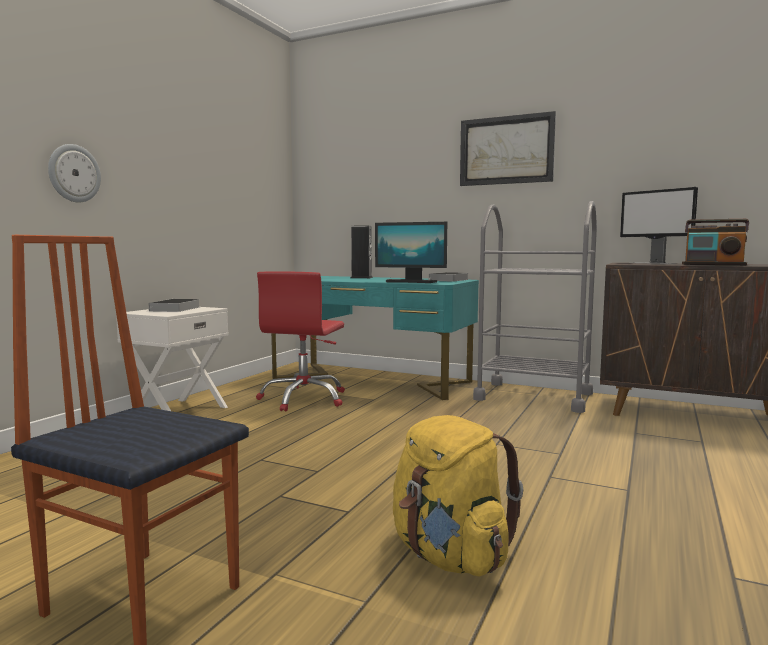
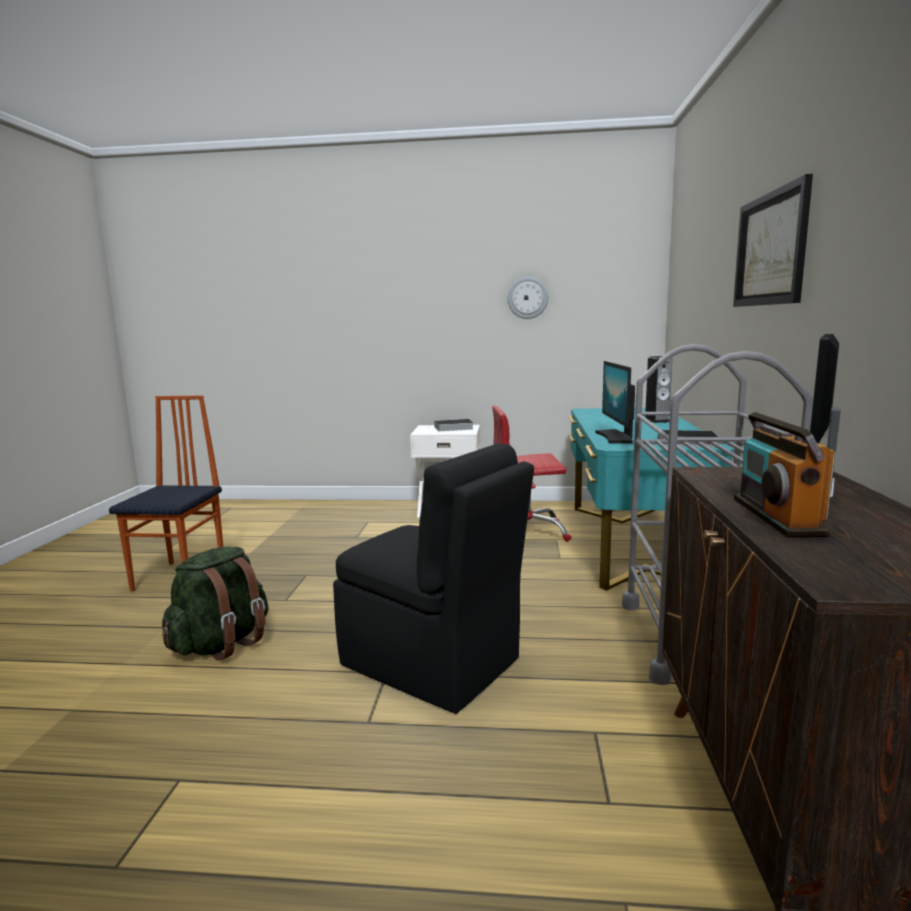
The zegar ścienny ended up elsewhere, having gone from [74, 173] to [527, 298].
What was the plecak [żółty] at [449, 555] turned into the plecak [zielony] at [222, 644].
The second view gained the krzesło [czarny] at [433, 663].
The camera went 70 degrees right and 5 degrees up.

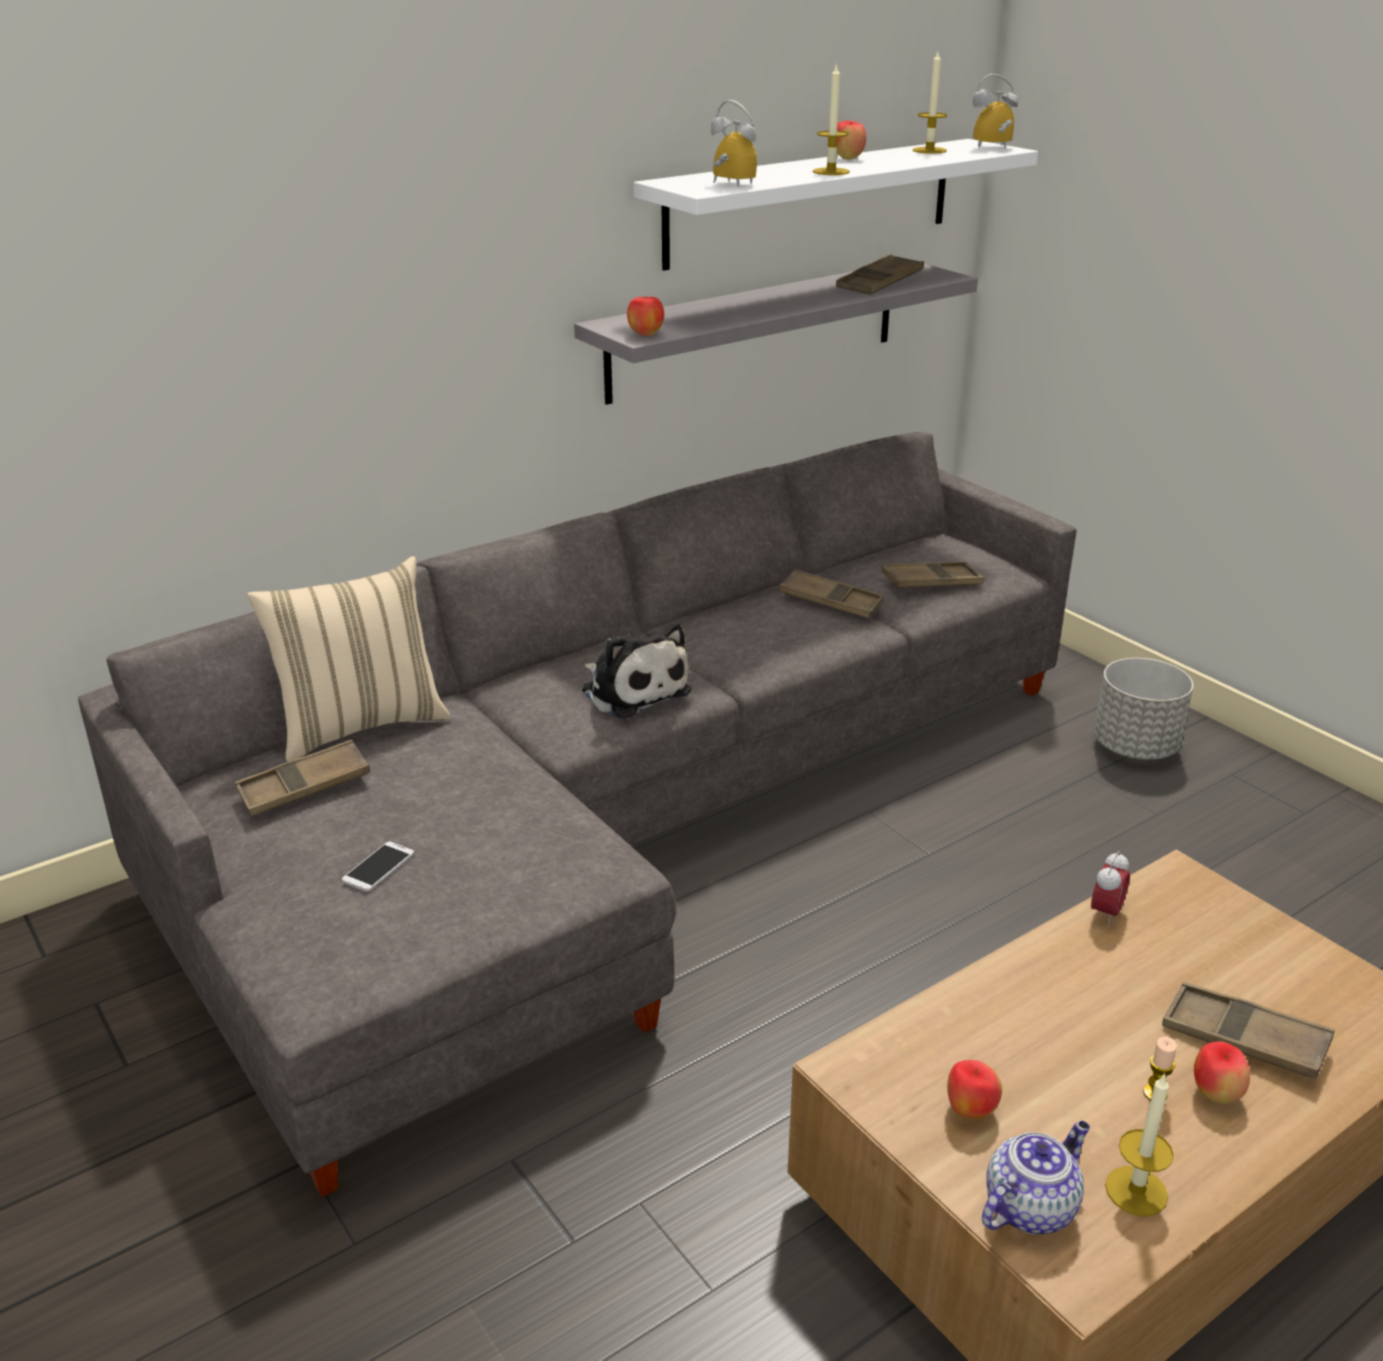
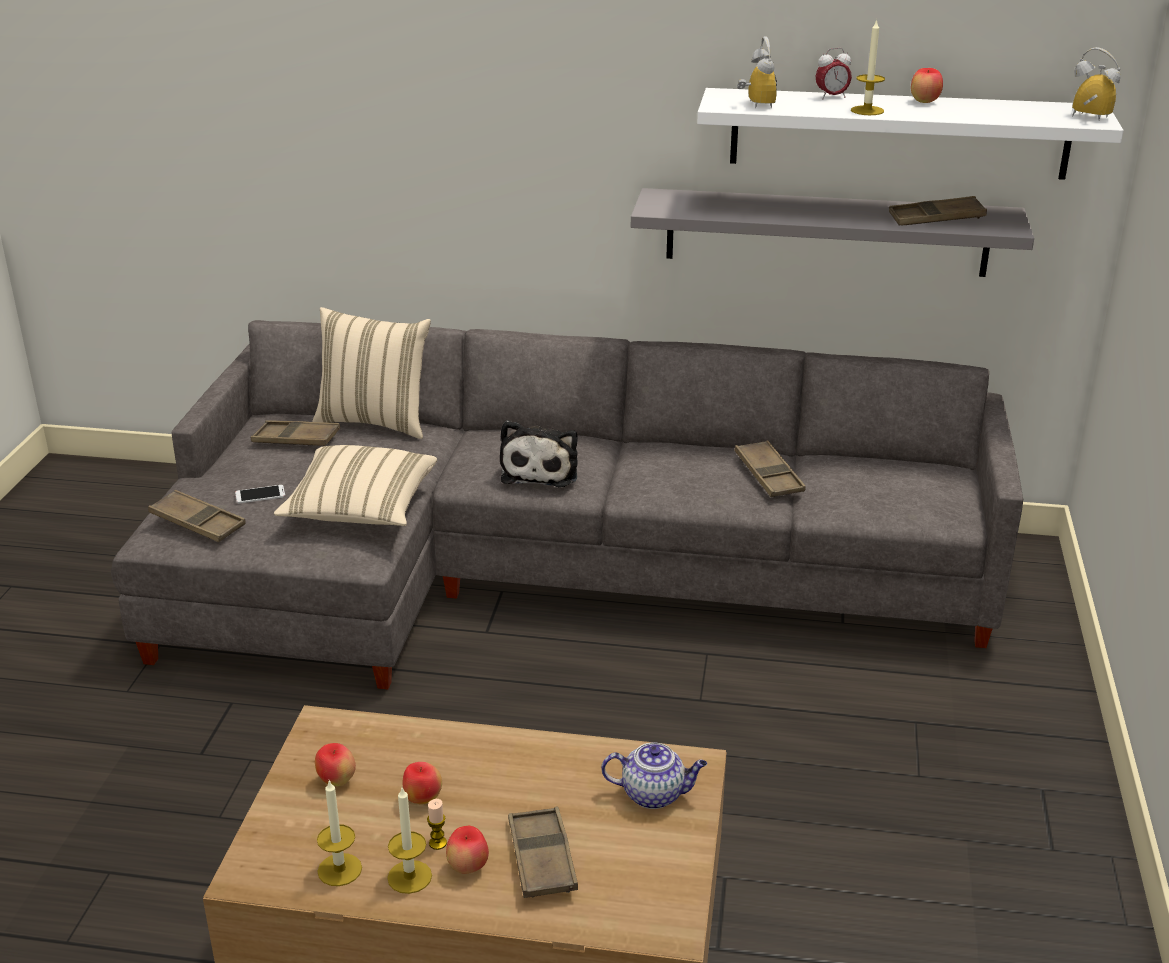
The jabłko ended up elsewhere, having gone from [646, 335] to [422, 799].
The taca [brązowy] ended up elsewhere, having gone from [931, 582] to [197, 522].
The świeca ended up elsewhere, having gone from [929, 150] to [409, 877].
The imbryk ended up elsewhere, having gone from [1030, 1206] to [654, 794].
The budzik ended up elsewhere, having gone from [1105, 913] to [831, 97].
The second view lost the donica [szary] at [1135, 747].
The second view gained the poduszka [beżowy] at [360, 510].
The camera went 45 degrees right and 0 degrees up.

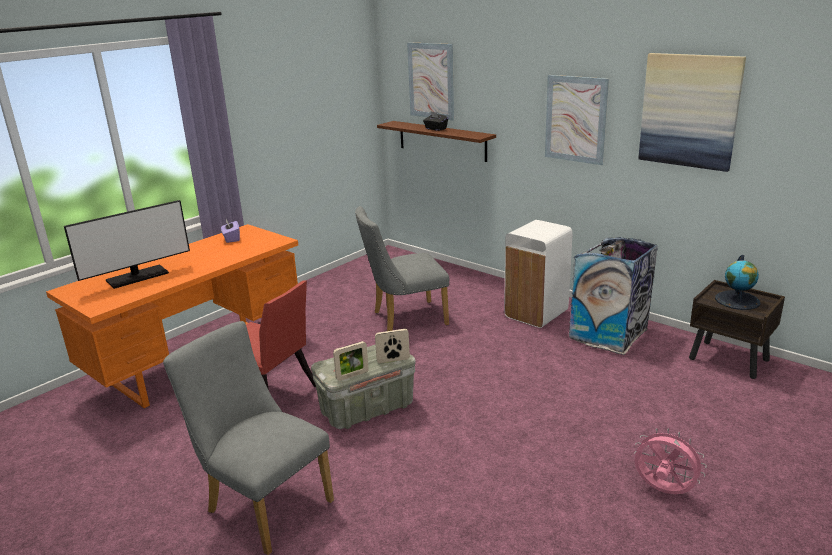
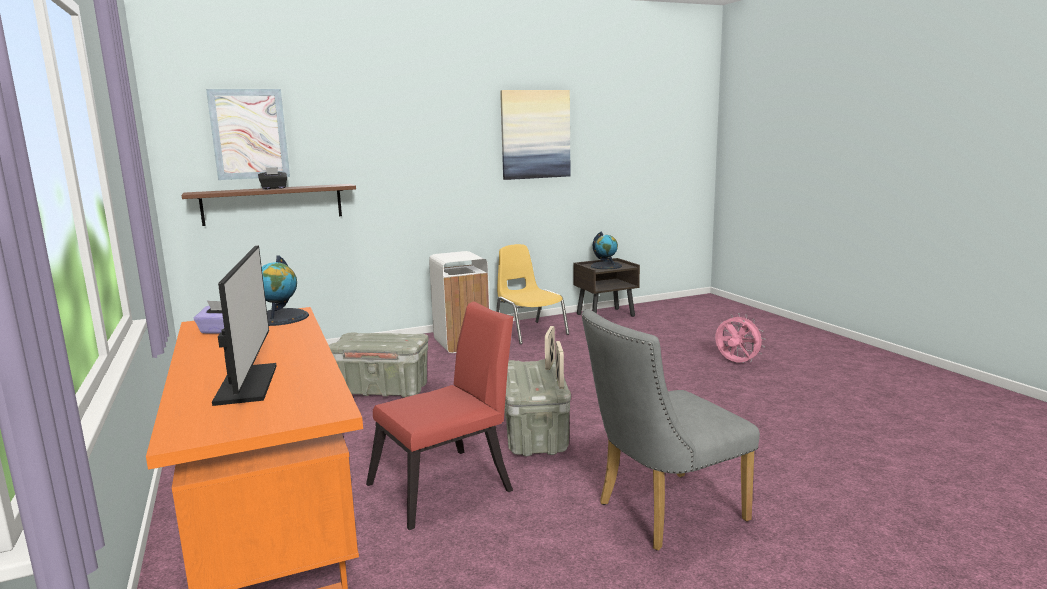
Where the krzesło [szary] stood at [404, 319], the pojemnik do przechowywania [szary] came to stand at [382, 390].
The second view lost the obraz at [575, 119].
Where the kosz na śmieci stood at [609, 334], the krzesło [żółty] came to stand at [529, 332].
The wentylator [różowy] at [663, 491] ended up facing another way, 75 degrees clockwise from before.
The second view gained the globus at [280, 318].
The camera went 65 degrees left and 10 degrees down.

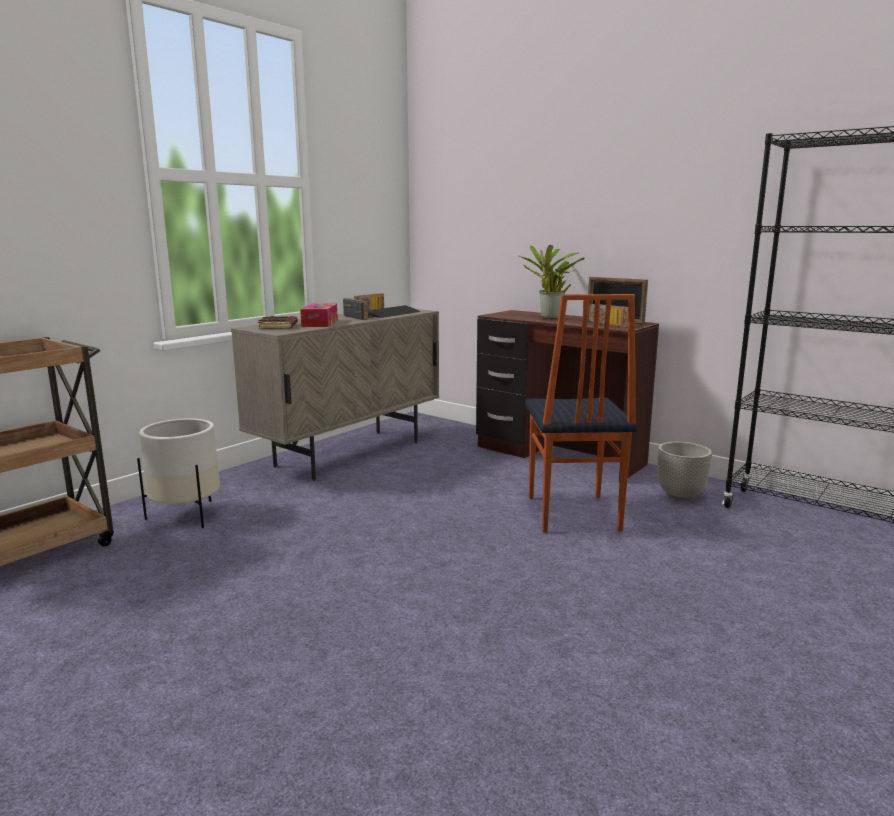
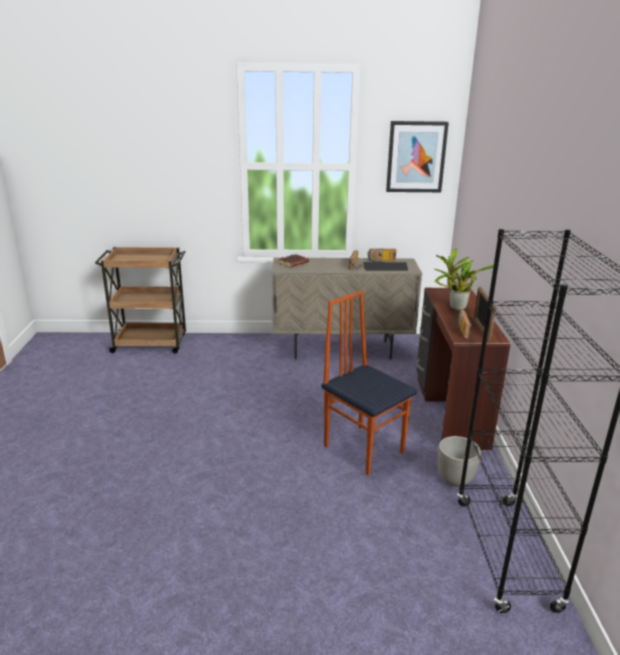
The second view lost the donica [biały] at [186, 515].
The second view lost the pudełko chusteczek at [320, 323].
The krzesło at [571, 513] ended up facing another way, 90 degrees clockwise from before.
The second view gained the obraz at [416, 157].
The camera went 50 degrees right and 10 degrees up.

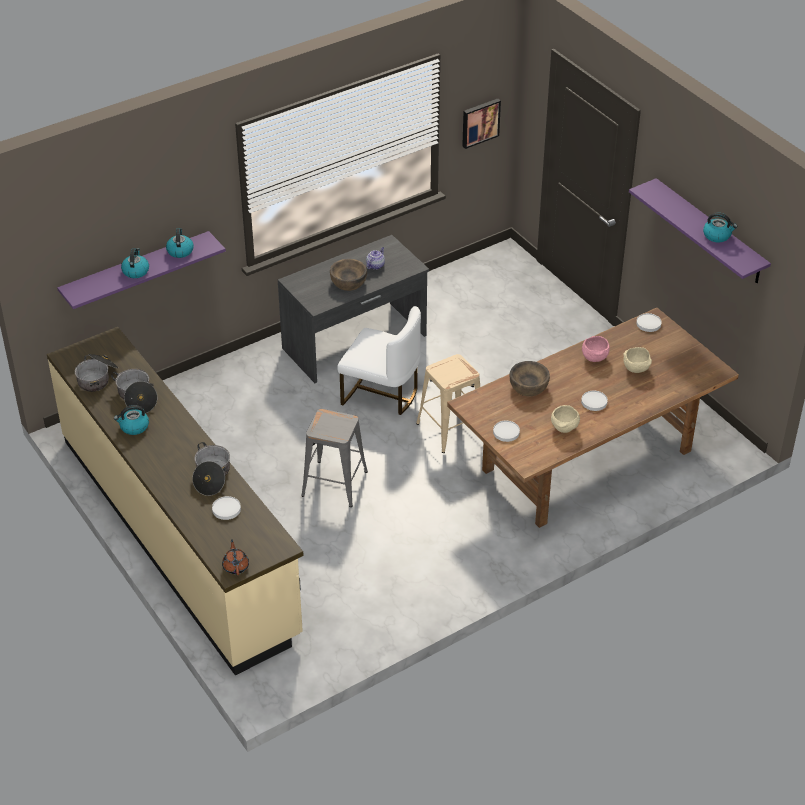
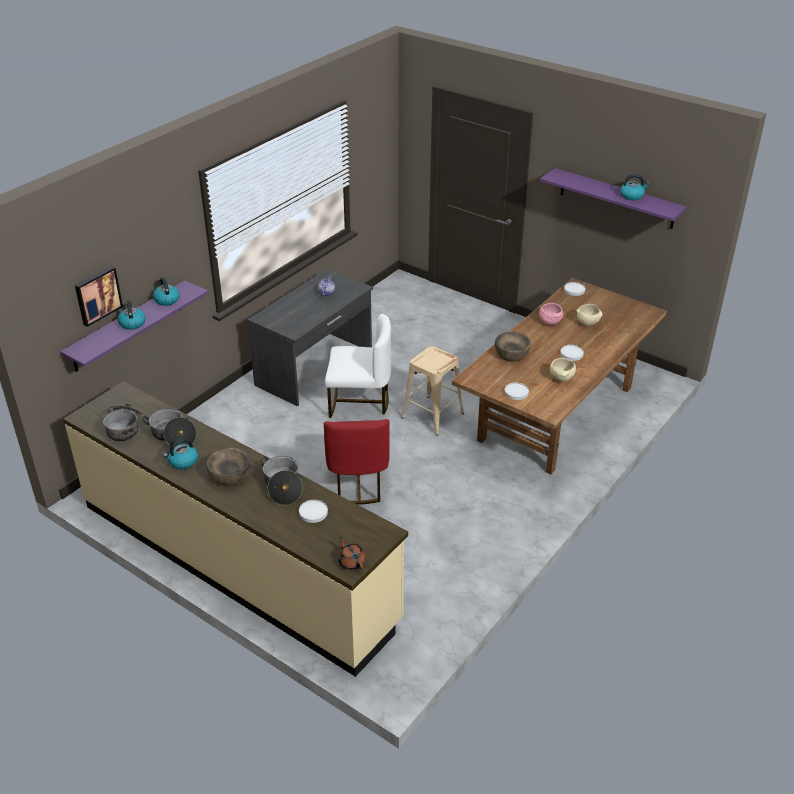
Where the stołek [szary] stood at [334, 484], the krzesło [czerwony] came to stand at [358, 482].
The miska [brązowy] ended up elsewhere, having gone from [348, 282] to [230, 475].
The obraz ended up elsewhere, having gone from [480, 122] to [97, 295].
The camera went 20 degrees left and 5 degrees down.

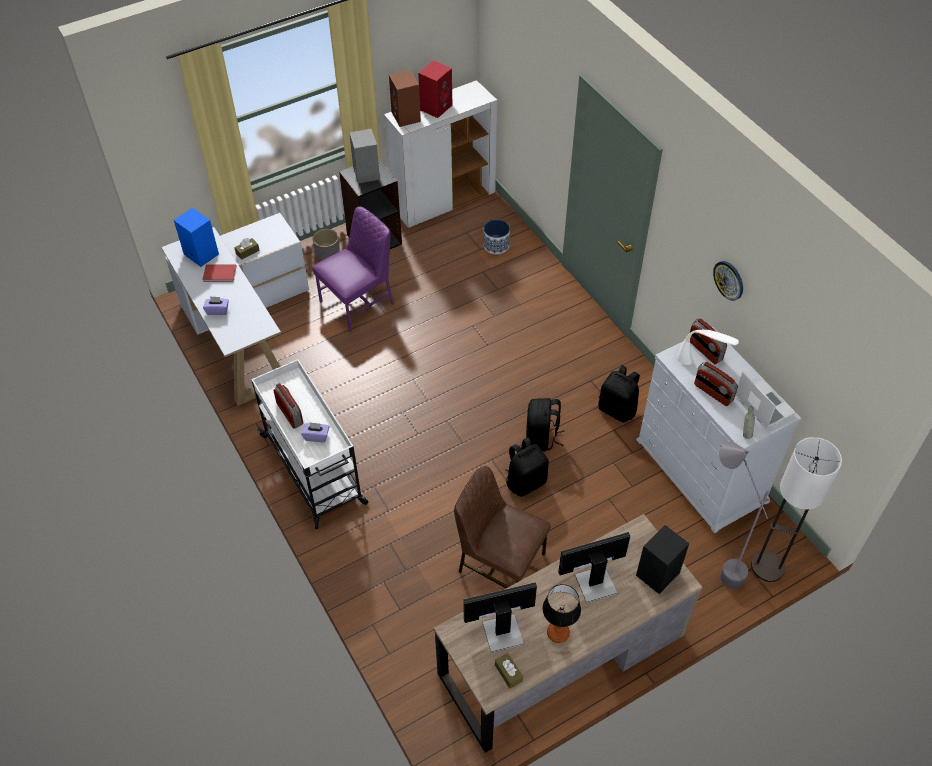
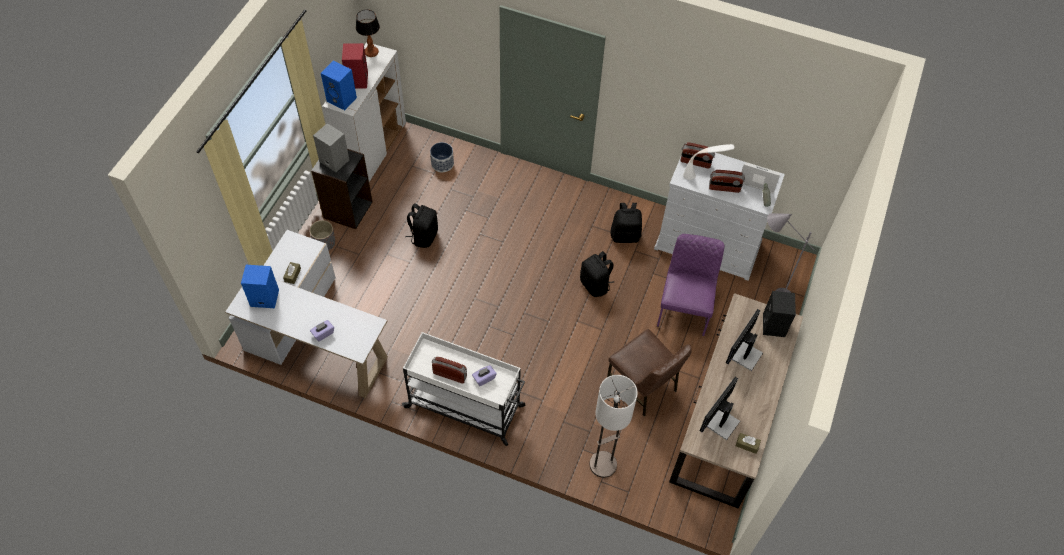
The second view lost the książka [czerwony] at [220, 275].
The krzesło [fioletowy] ended up elsewhere, having gone from [358, 302] to [684, 309].
What was the głośnik [brązowy] at [406, 117] turned into the głośnik [niebieski] at [342, 99].
The krzesło [brązowy] at [500, 563] ended up facing another way, 120 degrees counterclockwise from before.
The plecak [czarny] ended up elsewhere, having gone from [525, 481] to [424, 236].
The lampa stołowa ended up elsewhere, having gone from [558, 633] to [371, 52].
The second view lost the zegar ścienny at [729, 280].
The lampa stojąca ended up elsewhere, having gone from [768, 566] to [603, 464].
The camera went 40 degrees left and 5 degrees up.

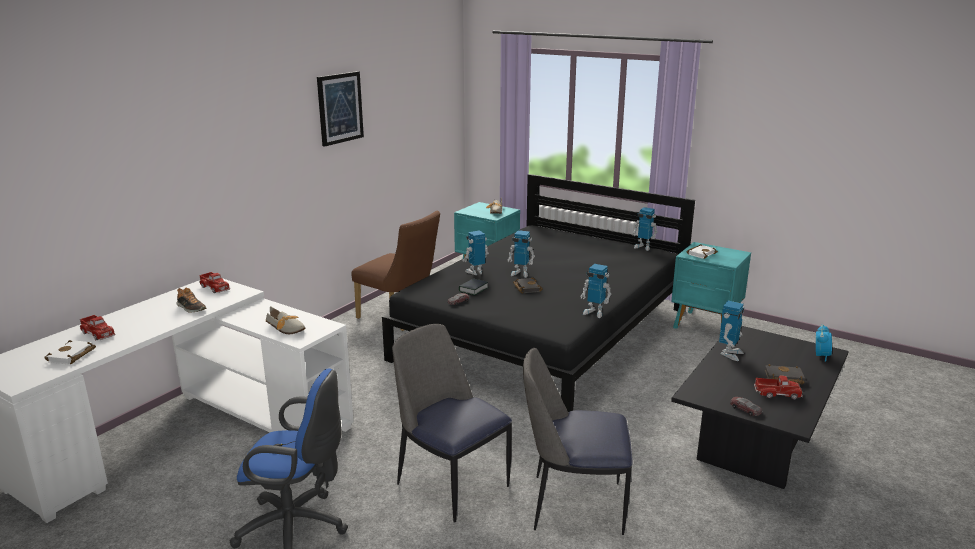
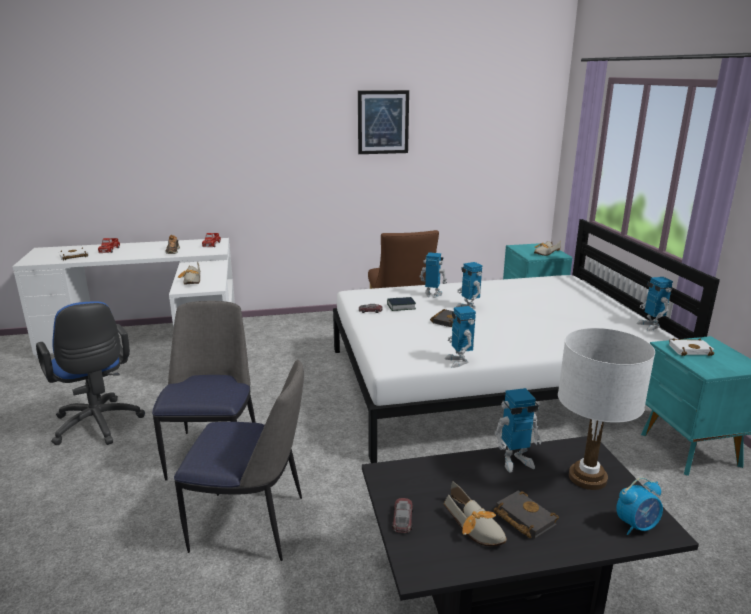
What was the łóżko [czarny] at [545, 334] turned into the łóżko [biały] at [491, 382].
The krzesło at [573, 504] ended up facing another way, 135 degrees clockwise from before.
Where the ciężarówka zabawkowa stood at [777, 393], the but came to stand at [475, 528].
The second view gained the lampa stołowa [biały] at [588, 478].
The camera went 45 degrees right and 0 degrees up.

